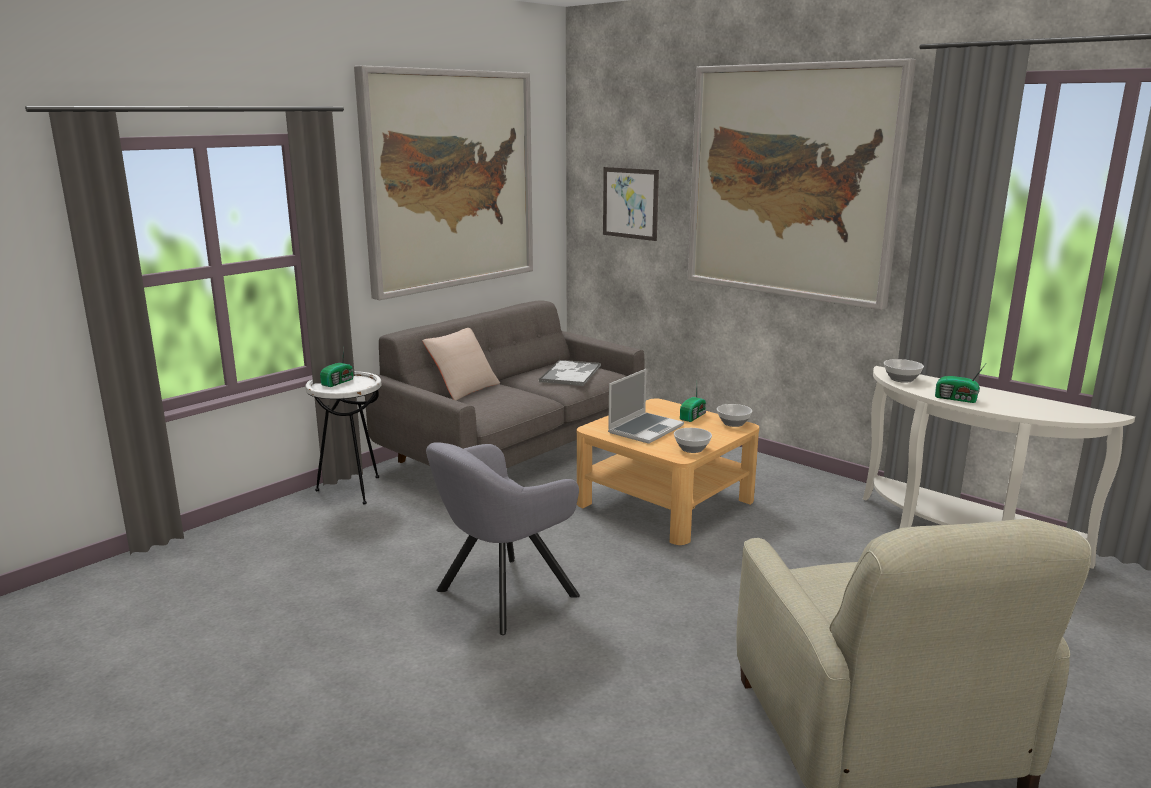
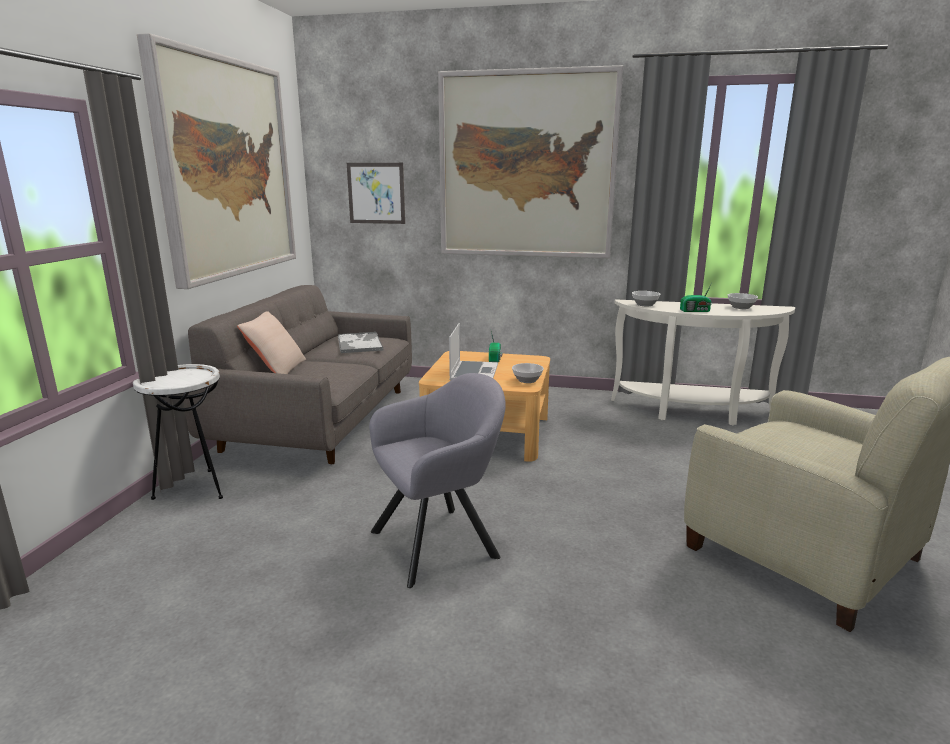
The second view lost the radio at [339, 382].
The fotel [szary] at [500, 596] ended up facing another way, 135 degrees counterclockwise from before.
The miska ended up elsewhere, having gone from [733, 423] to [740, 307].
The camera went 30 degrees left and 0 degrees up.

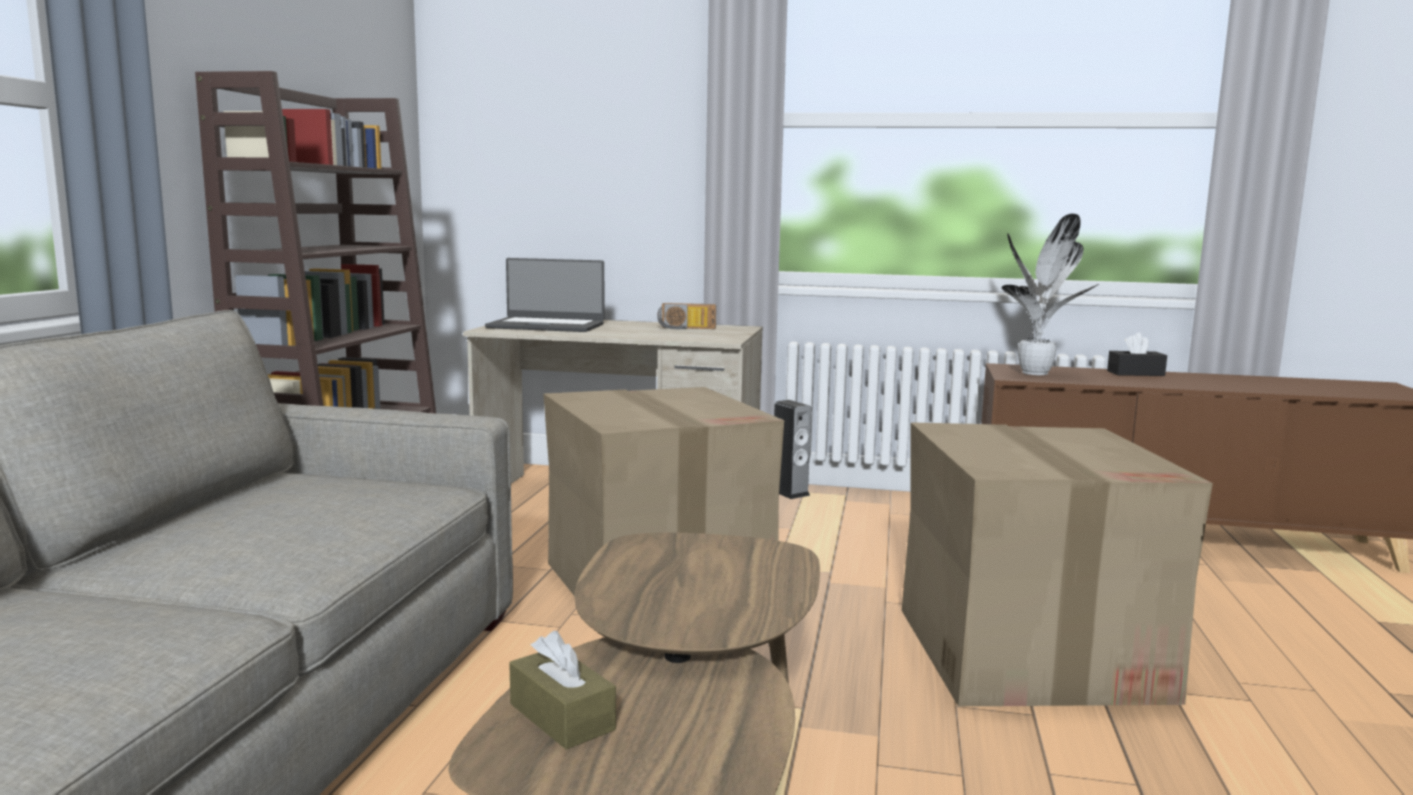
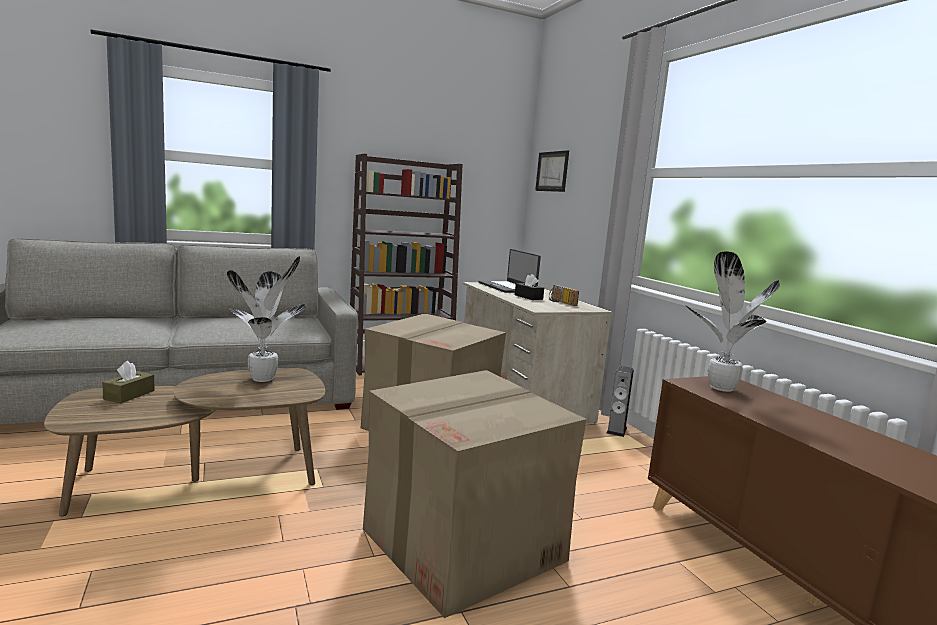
The pudełko chusteczek [czarny] ended up elsewhere, having gone from [1135, 373] to [528, 297].
The second view gained the roślina doniczkowa at [265, 379].
The second view gained the obraz at [552, 171].
The camera went 55 degrees right and 0 degrees up.

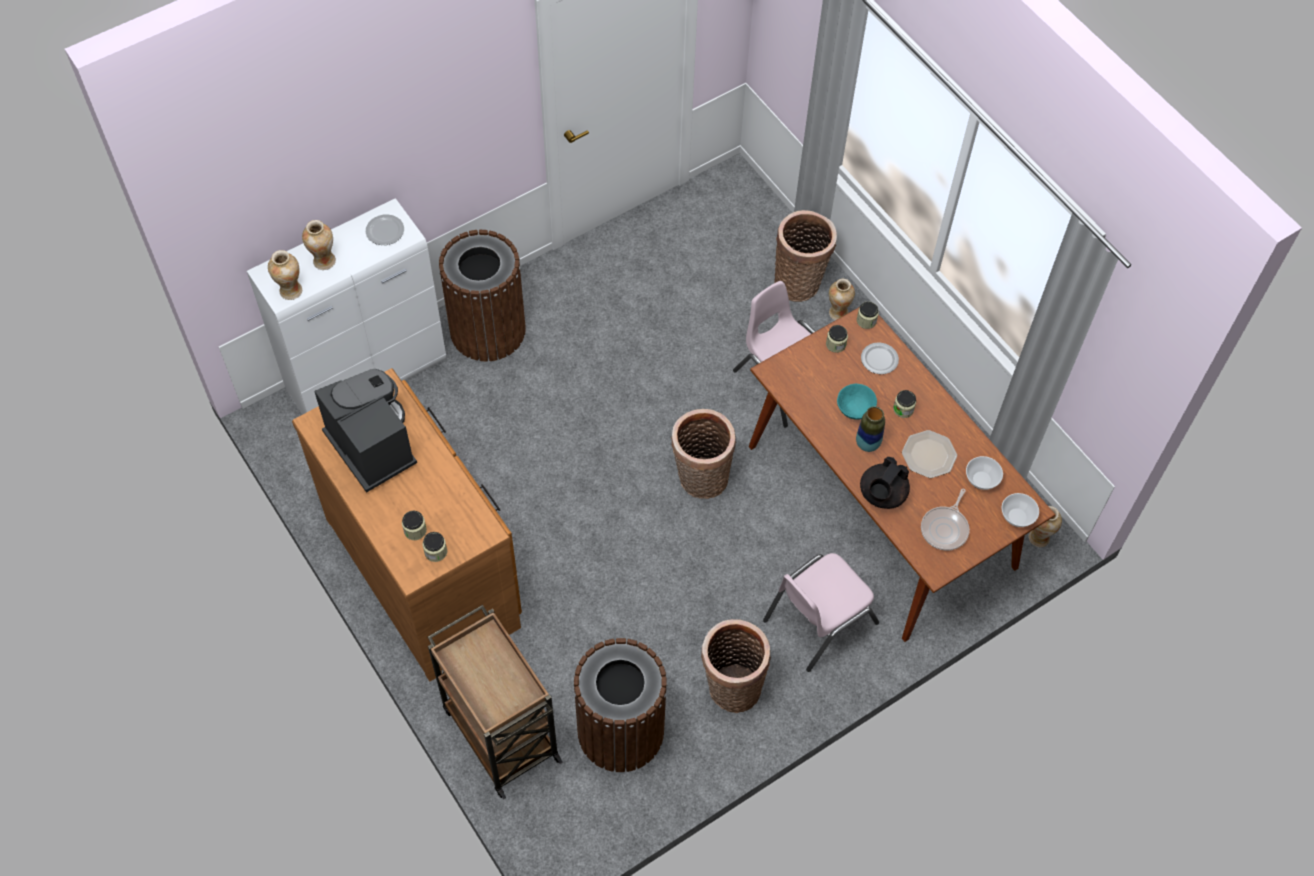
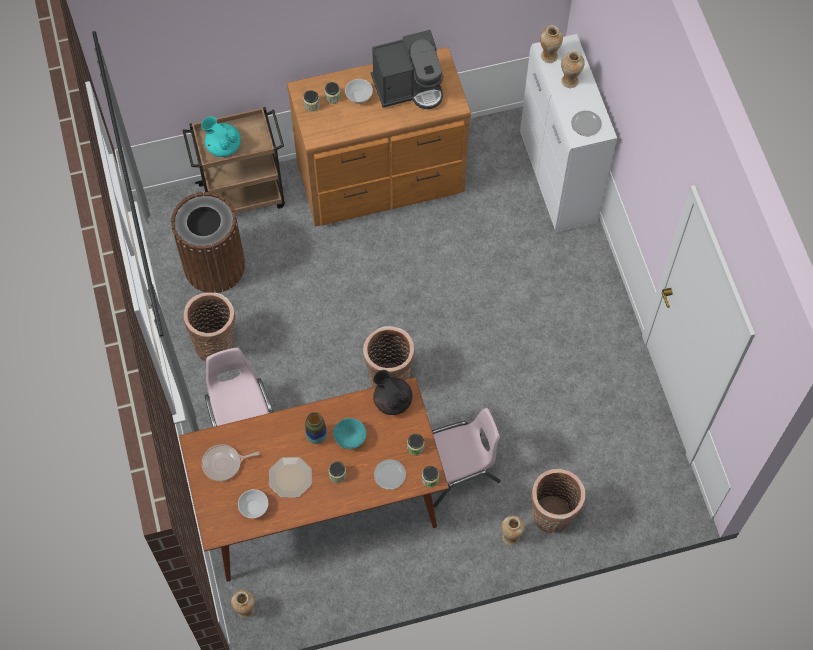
The second view lost the kosz na śmieci [brązowy] at [488, 330].
The imbryk [czarny] ended up elsewhere, having gone from [882, 495] to [392, 400].
The patelnia at [945, 528] ended up facing another way, 60 degrees counterclockwise from before.
The miska ended up elsewhere, having gone from [1016, 516] to [359, 96].
The second view gained the imbryk [turkusowy] at [223, 146].
The camera went 110 degrees right and 5 degrees up.

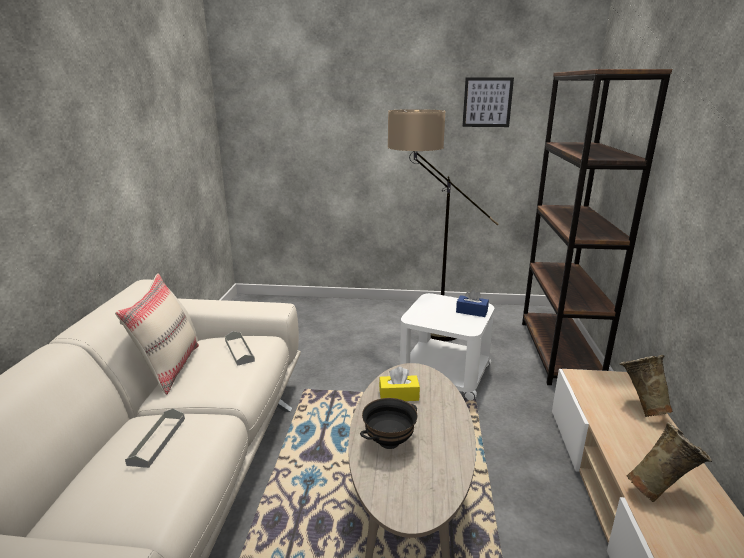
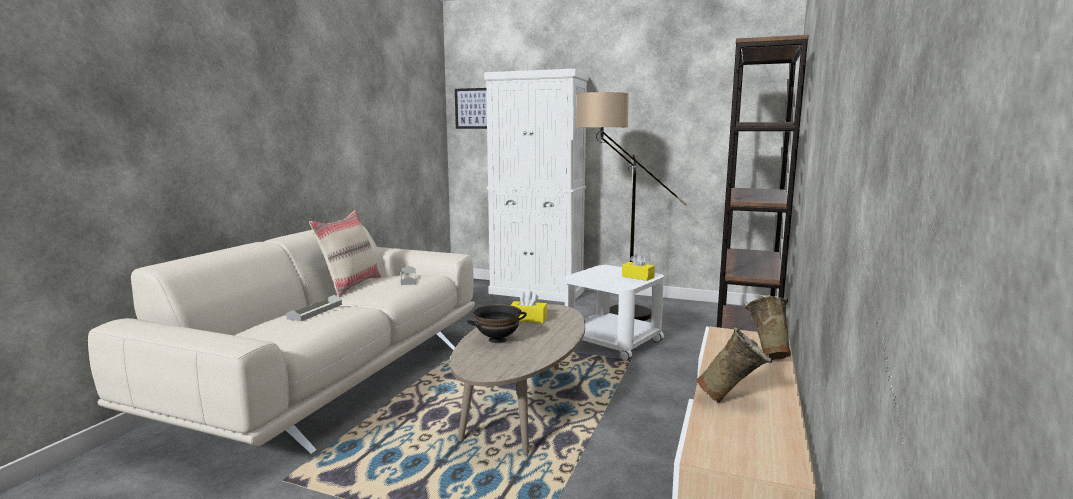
What was the pudełko chusteczek [niebieski] at [471, 311] turned into the pudełko chusteczek [żółty] at [637, 277].
The obraz ended up elsewhere, having gone from [487, 102] to [473, 108].
The second view gained the szafka [biały] at [537, 292].
The camera went 15 degrees right and 10 degrees down.

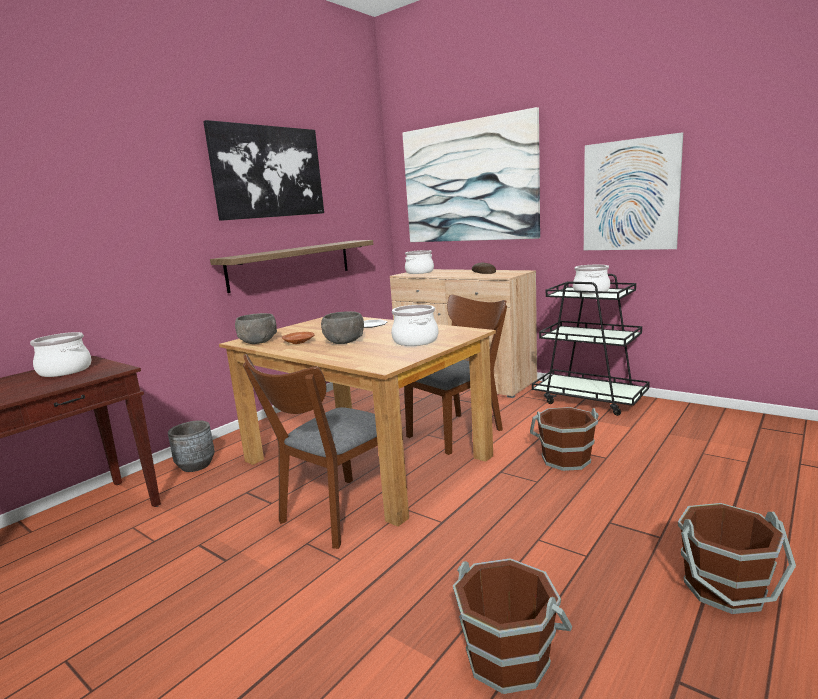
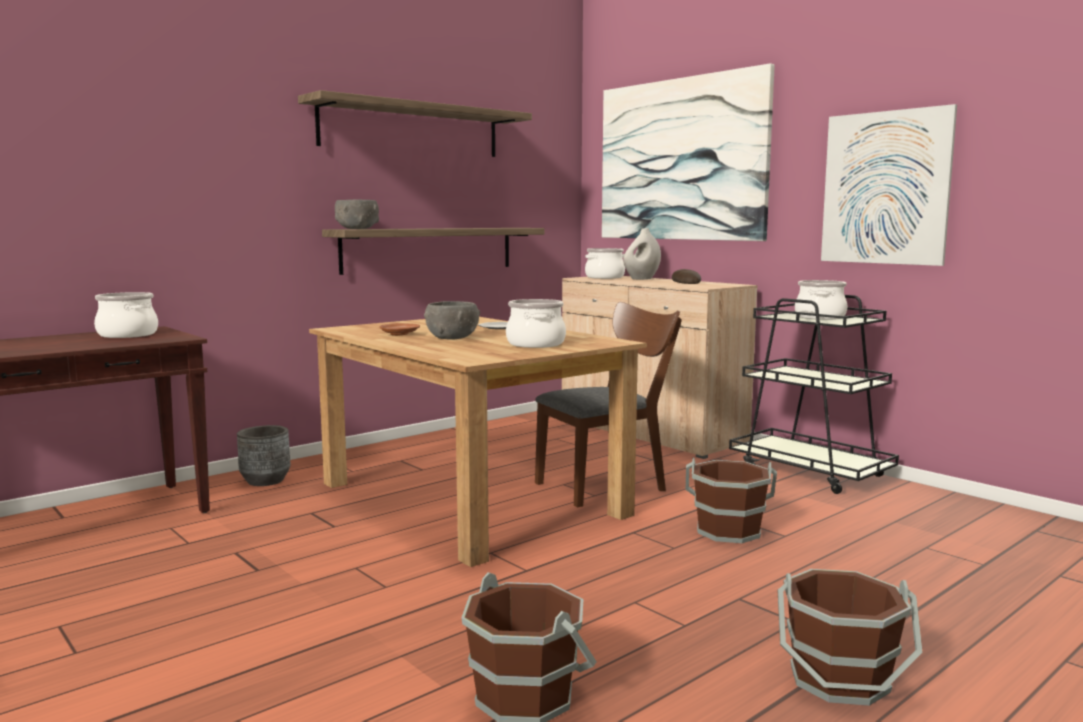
Where the obraz hung at [268, 172], the półka came to hang at [412, 129].
The miska [szary] ended up elsewhere, having gone from [258, 342] to [357, 229].
The second view lost the krzesło [brązowy] at [335, 515].
The second view gained the wazon [biały] at [642, 279].
The camera went 10 degrees right and 5 degrees down.

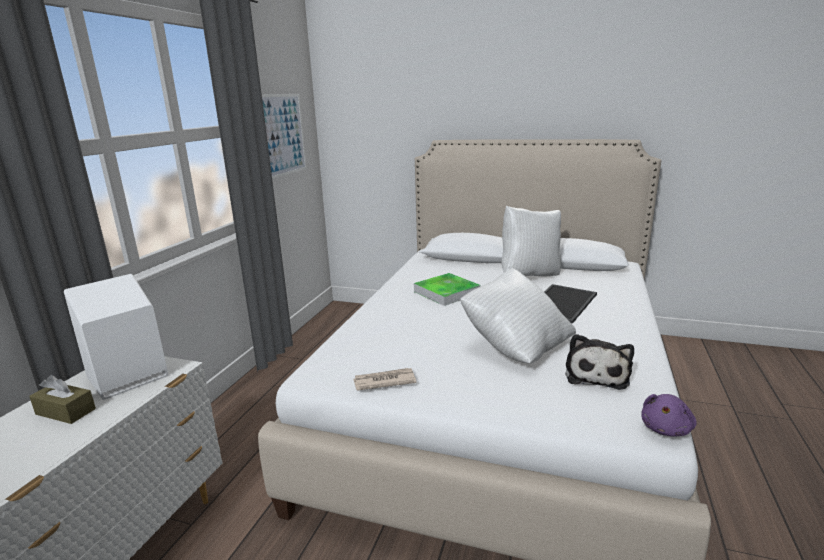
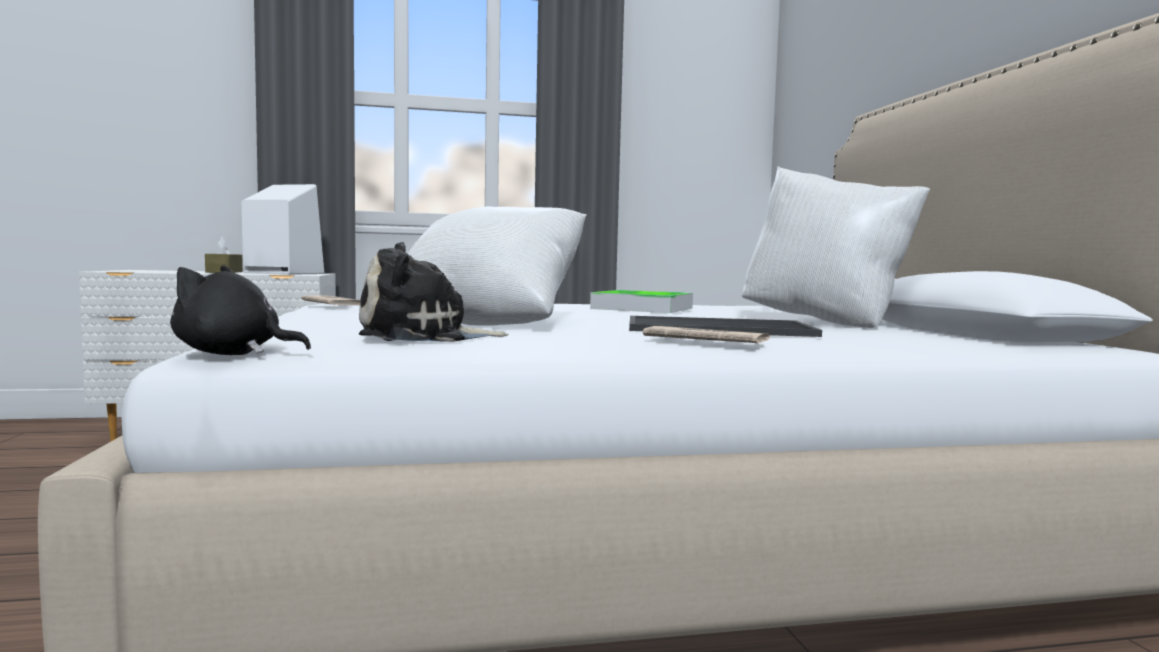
The second view lost the obraz at [282, 135].
What was the pluszak [fioletowy] at [666, 429] turned into the pluszak [czarny] at [233, 354].
The second view gained the gazeta at [704, 342].
The camera went 60 degrees right and 15 degrees down.

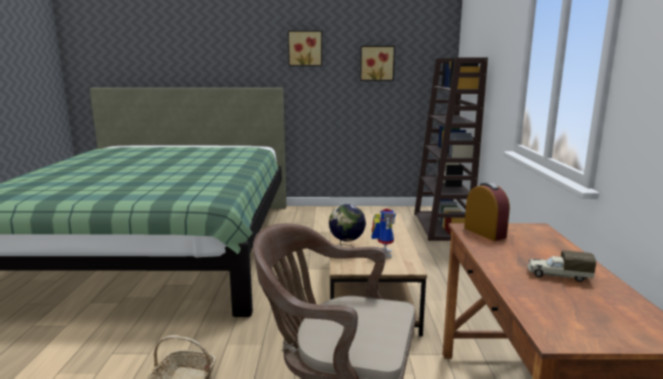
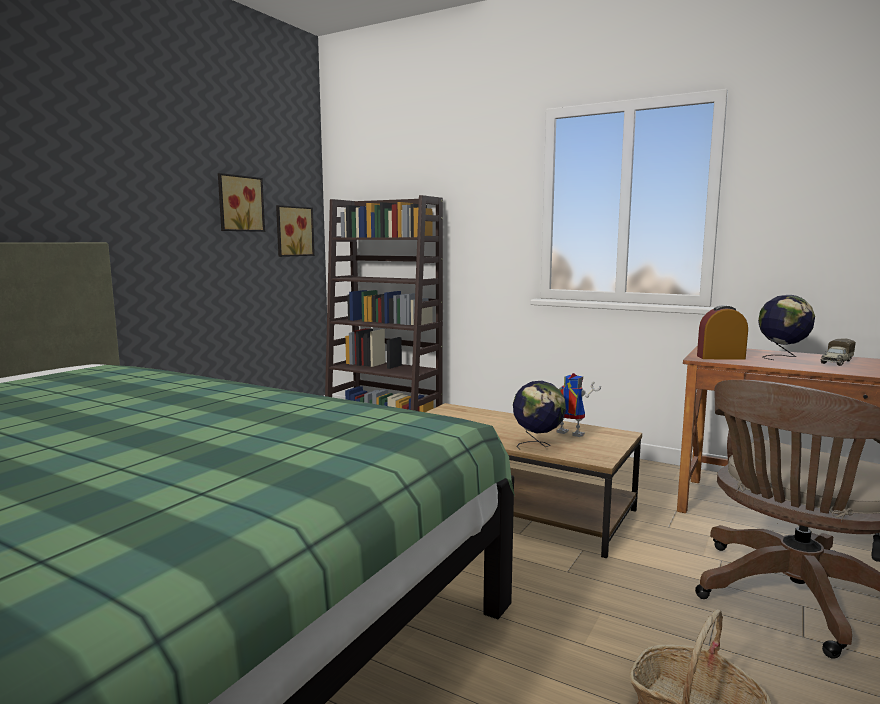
The obraz ended up elsewhere, having gone from [305, 48] to [293, 231].
The second view gained the globus at [782, 357].
The camera went 60 degrees left and 5 degrees down.

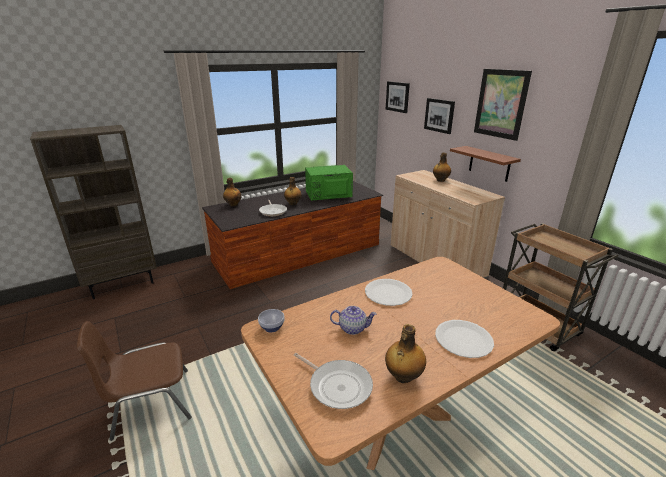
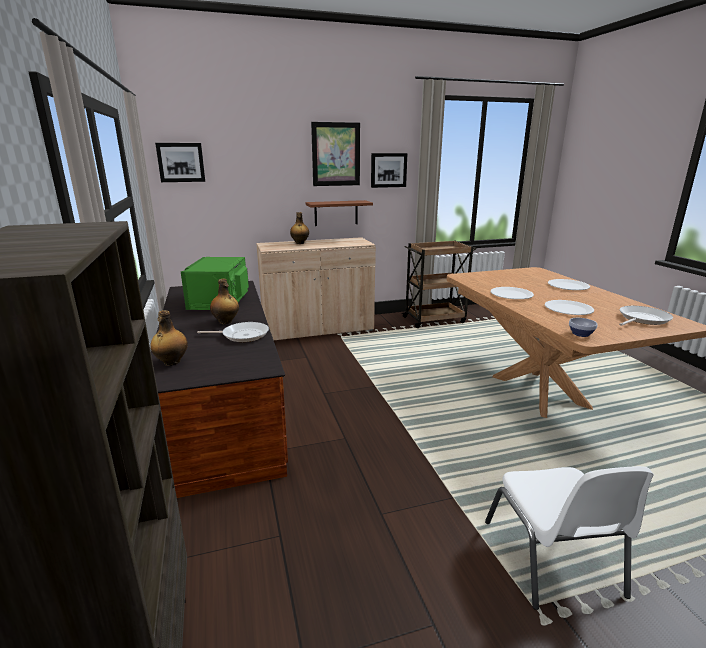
What was the krzesło [brązowy] at [150, 403] turned into the krzesło [biały] at [553, 558].
Where the imbryk stood at [353, 328], the talerz [biały] came to stand at [568, 309].
The second view lost the butelka at [403, 377].
The obraz ended up elsewhere, having gone from [439, 115] to [388, 170].
The camera went 75 degrees left and 5 degrees down.

